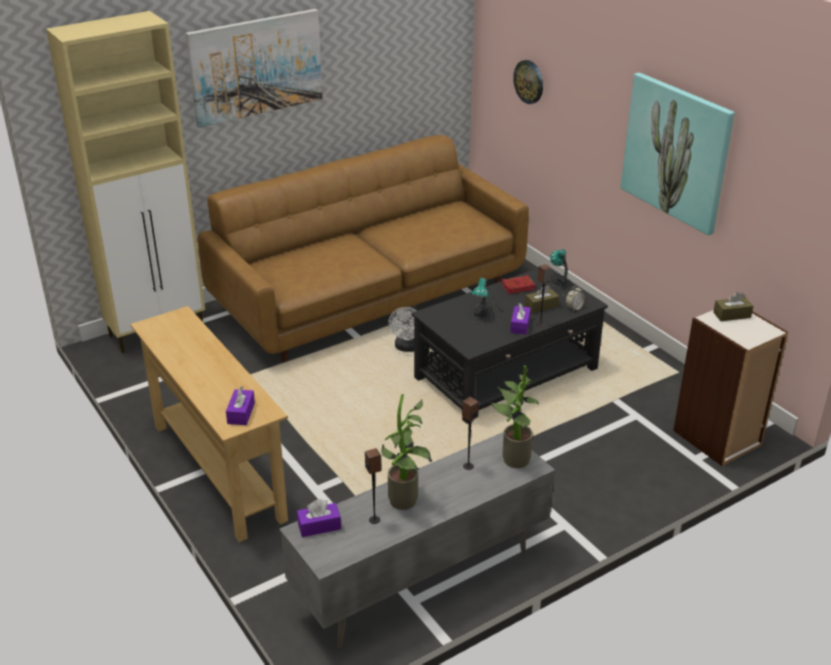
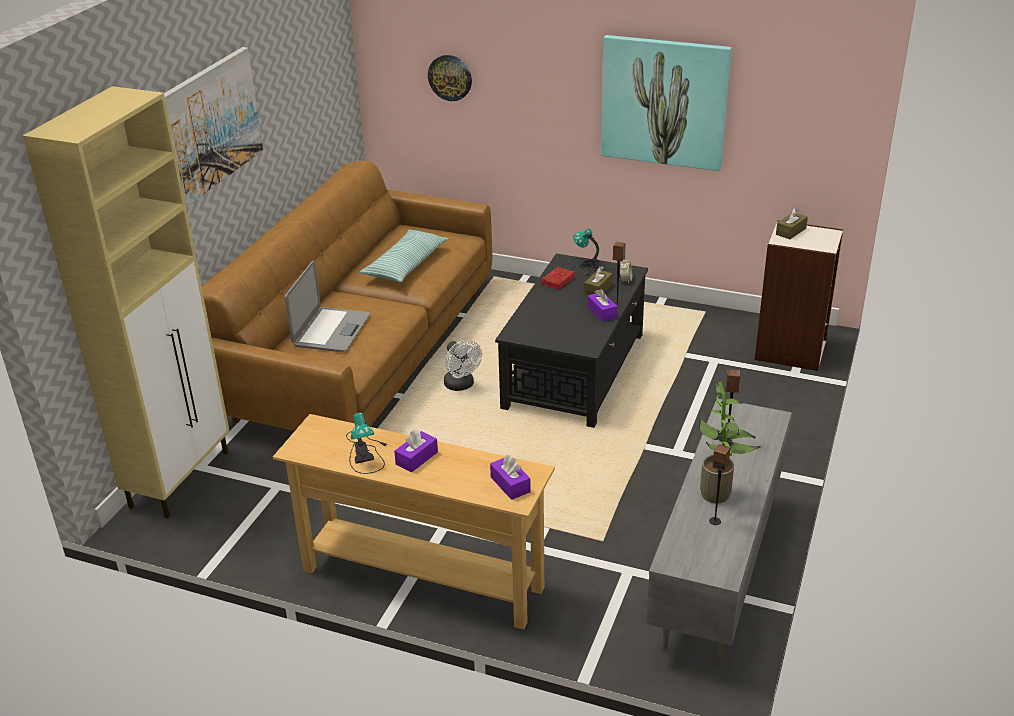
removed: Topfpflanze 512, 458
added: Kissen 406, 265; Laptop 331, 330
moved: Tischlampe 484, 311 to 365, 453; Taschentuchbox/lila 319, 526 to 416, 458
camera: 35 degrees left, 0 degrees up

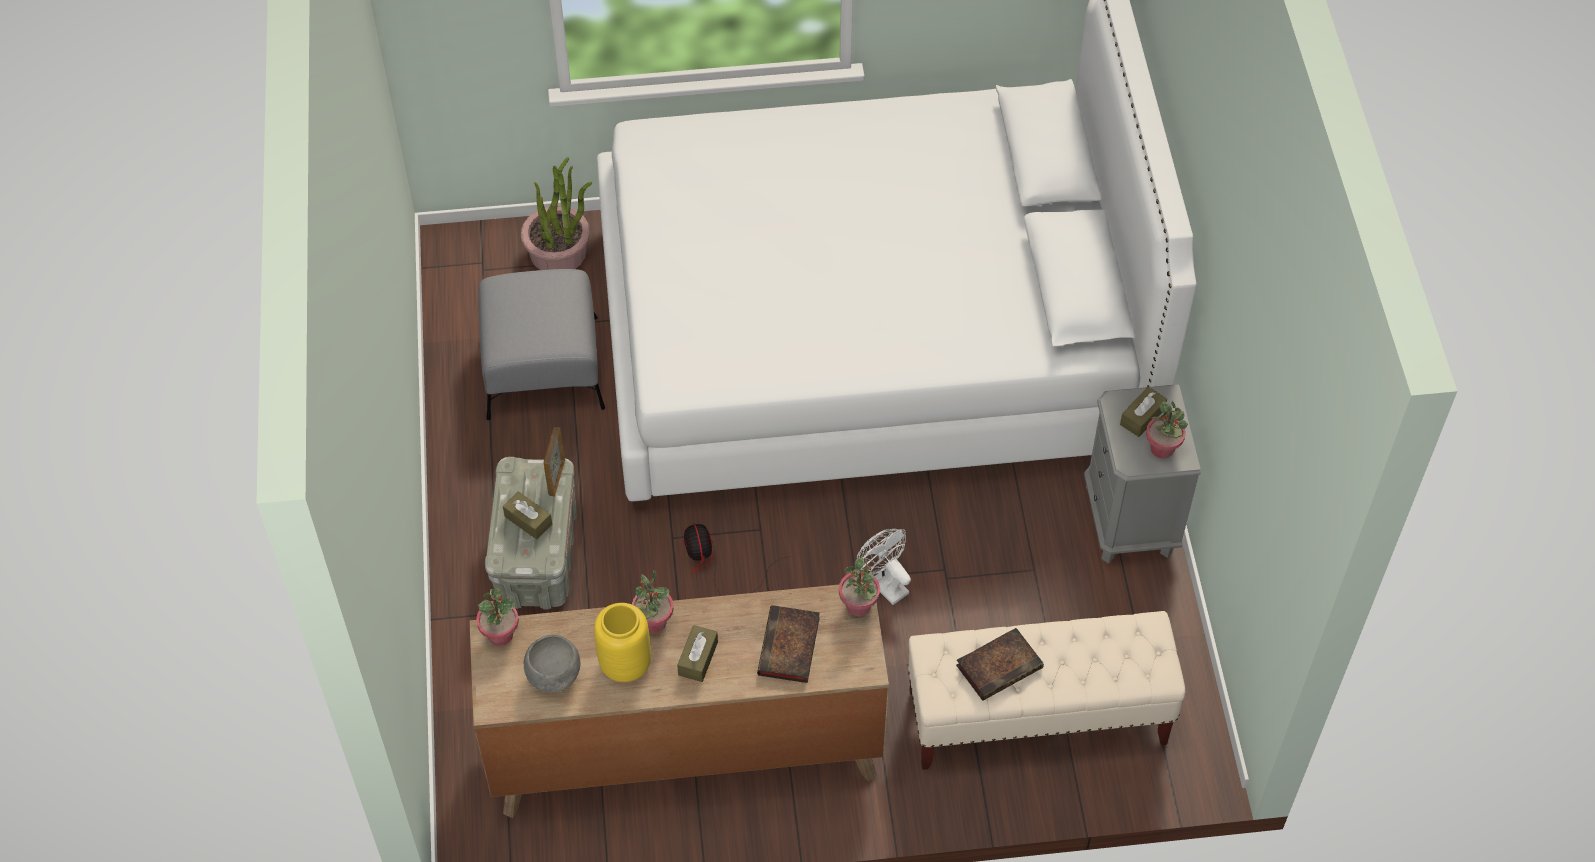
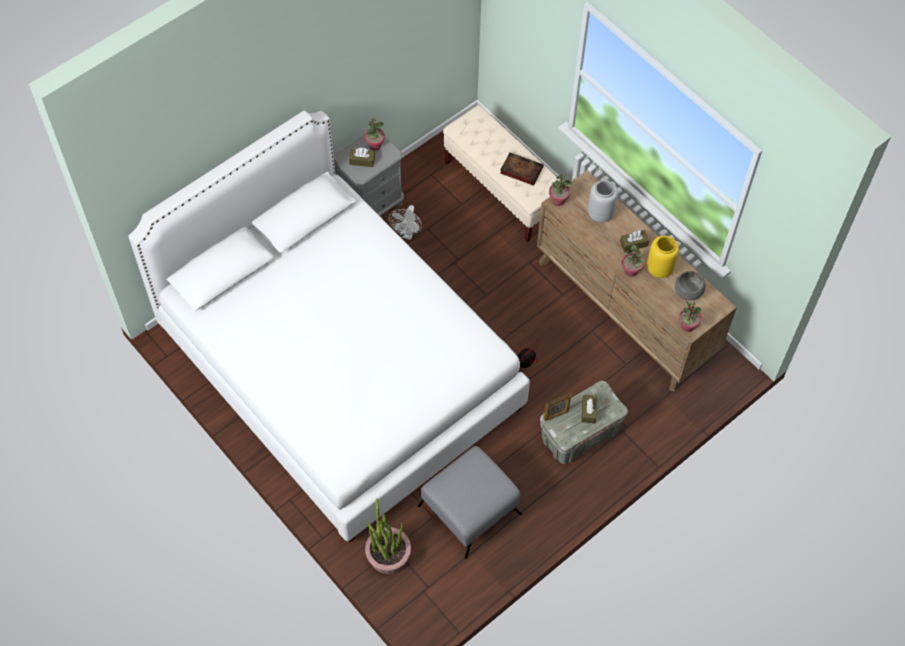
moved: Ventilator/weiß 883, 583 to 407, 233
replaced: Buch 789, 649 to Vase/grau 600, 213
camera: 125 degrees left, 5 degrees up

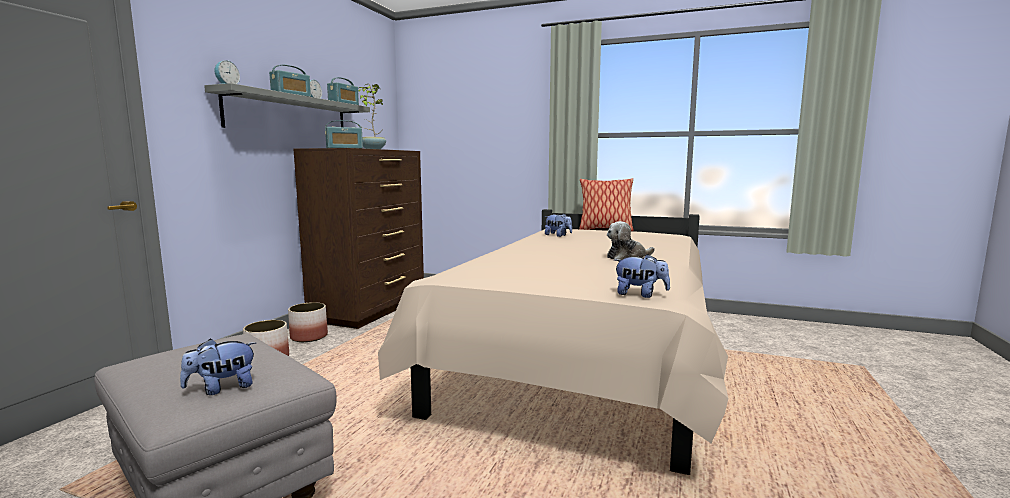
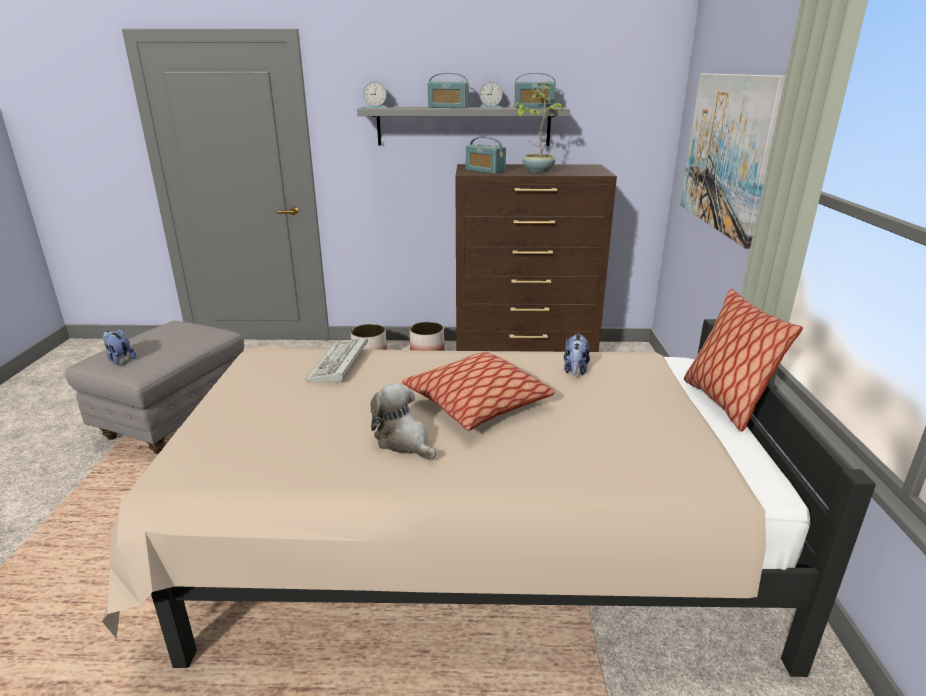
removed: Plüschtier 640, 295
added: Bild 727, 153; Tastatur 339, 364; Kissen 477, 403
camera: 70 degrees right, 15 degrees up

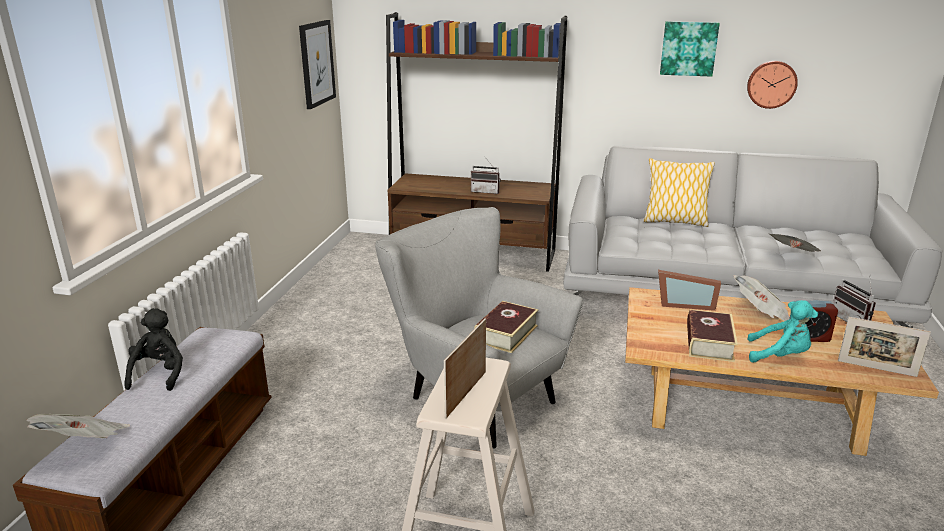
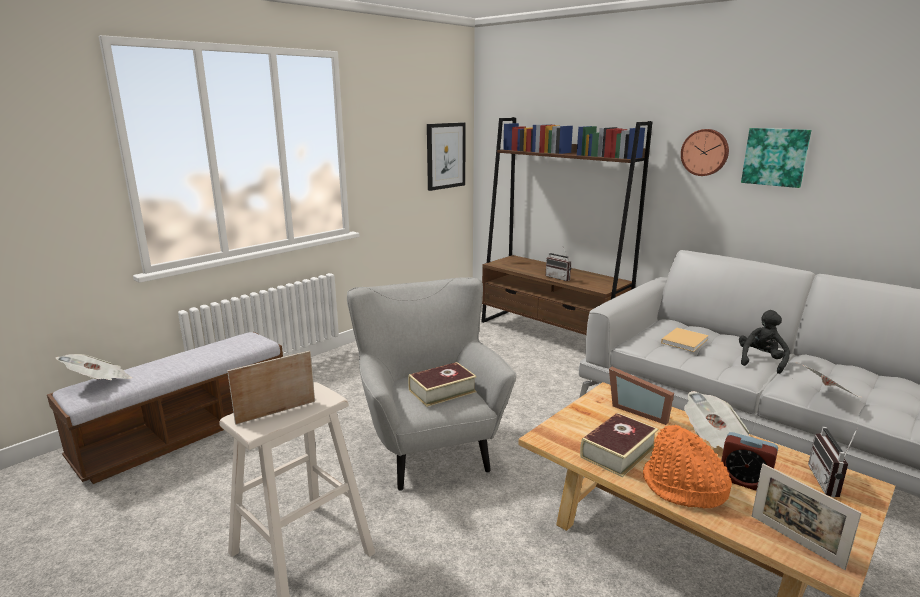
removed: Kissen 674, 222
added: Buch/beige 685, 341
moved: Wanduhr 771, 84 to 705, 152; Plüschtier/schwarz 159, 374 to 761, 361
replaced: Plüschtier/türkis 779, 356 to Hut/orange 683, 488
camera: 30 degrees right, 5 degrees down

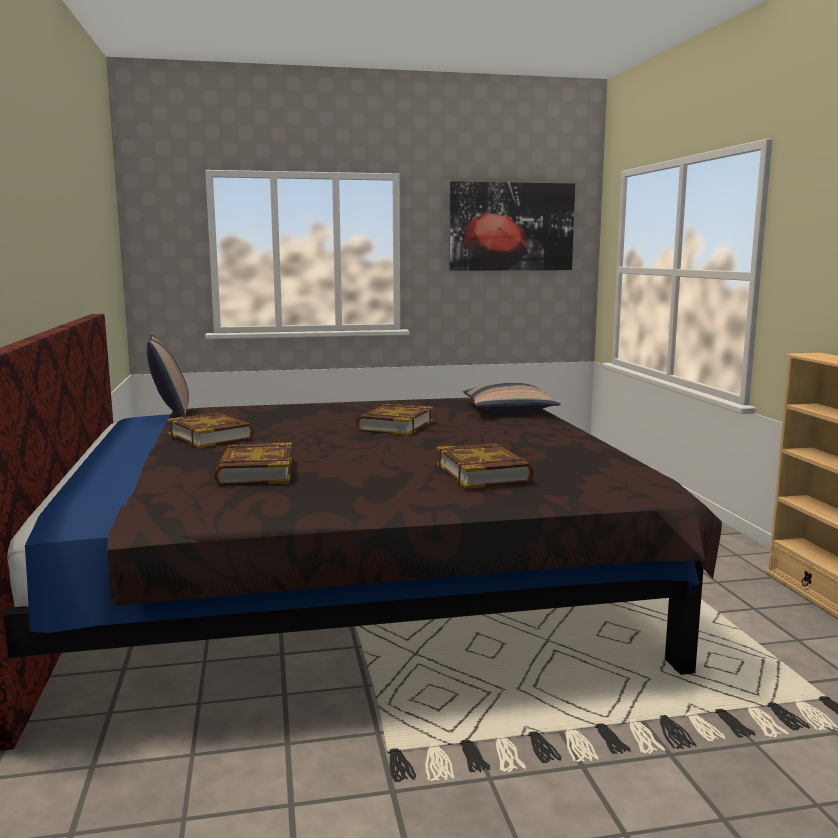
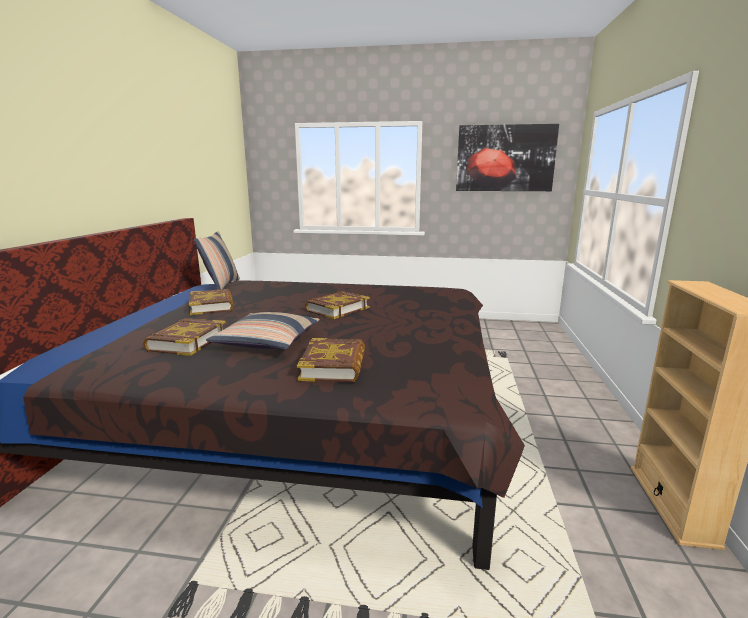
moved: Kissen 508, 410 to 267, 341
camera: 20 degrees right, 5 degrees up

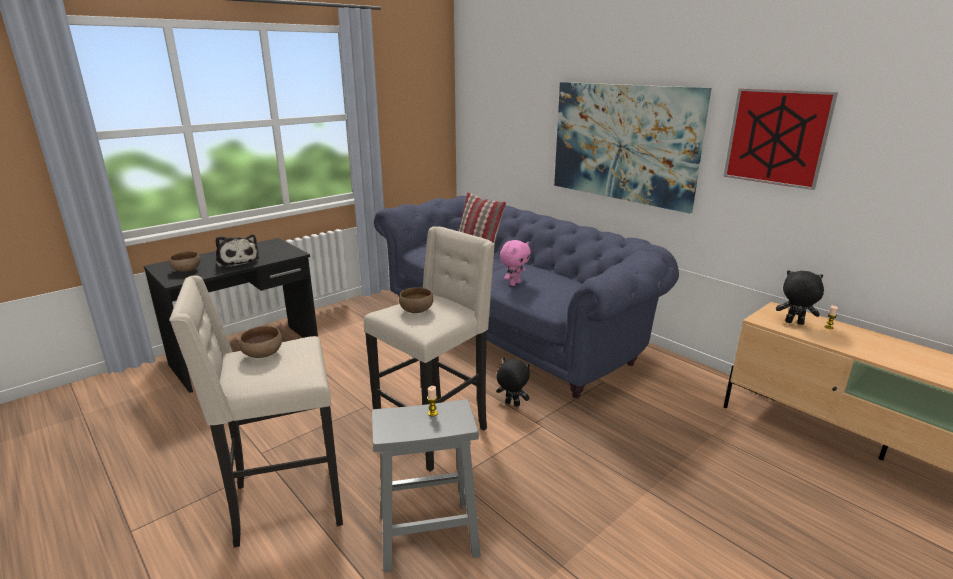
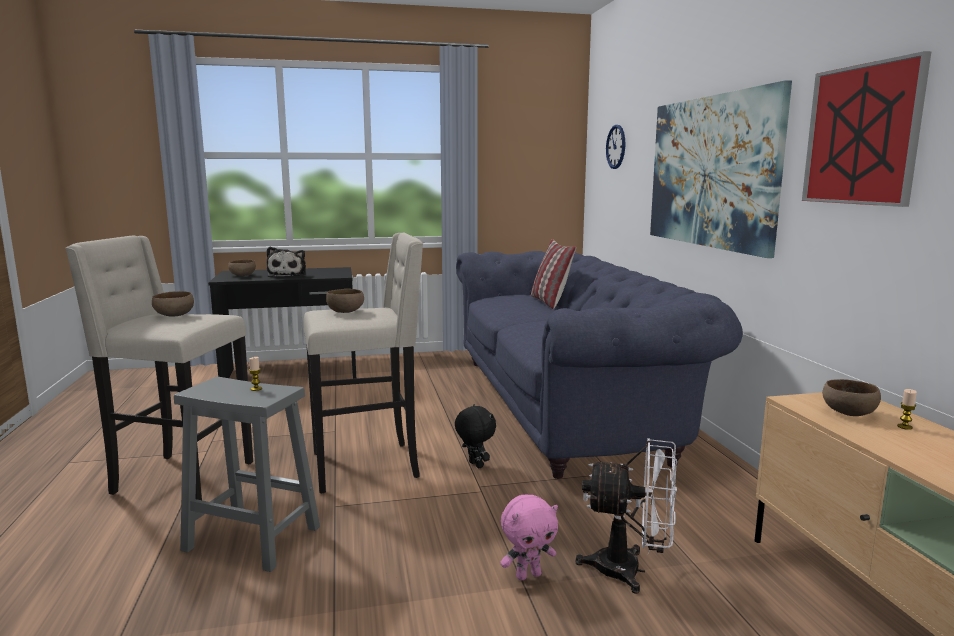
added: Wanduhr 616, 147; Ventilator/weiß 630, 570
moved: Plüschtier/rosa 514, 283 to 528, 575
replaced: Plüschtier/schwarz 794, 323 to Schüssel/braun 847, 413
camera: 30 degrees right, 10 degrees down

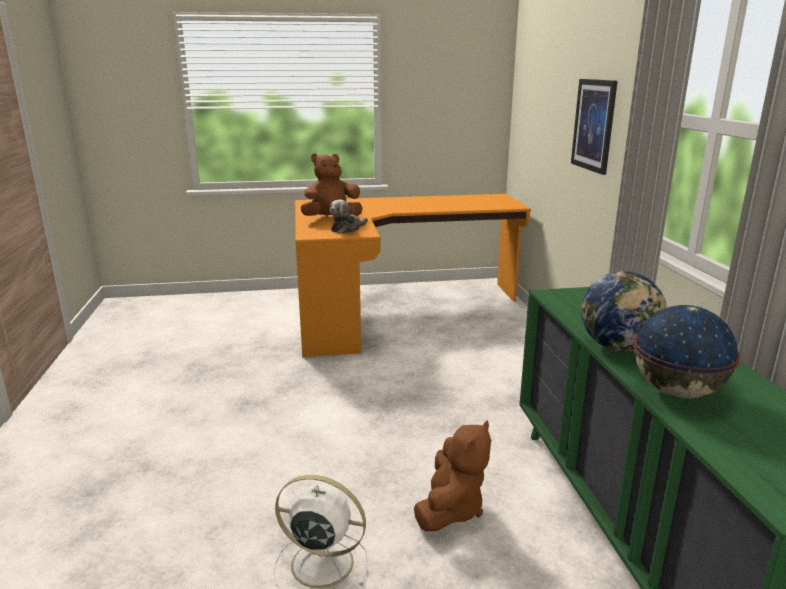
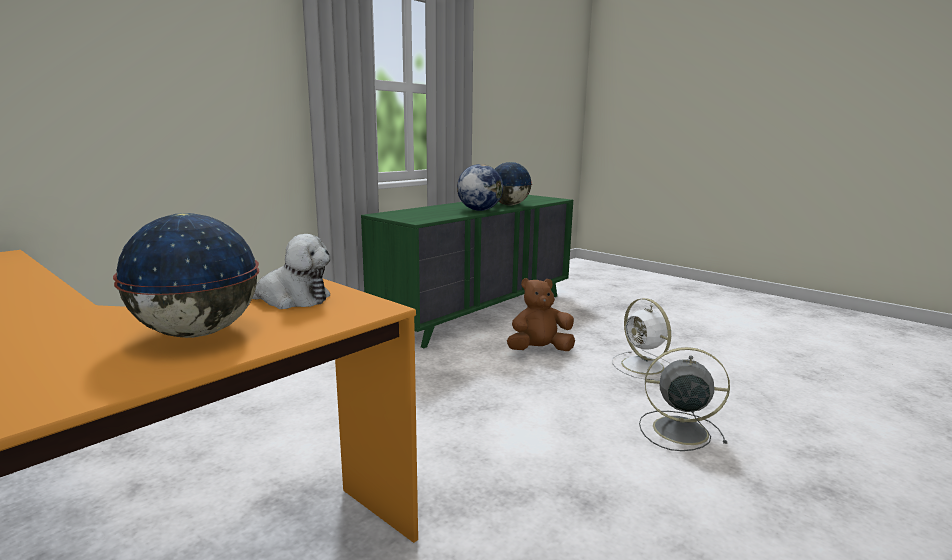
removed: Bild 594, 125
added: Ventilator/grau 677, 430
replaced: Plüschtier/braun 331, 218 to Globus 197, 333
camera: 130 degrees left, 5 degrees down

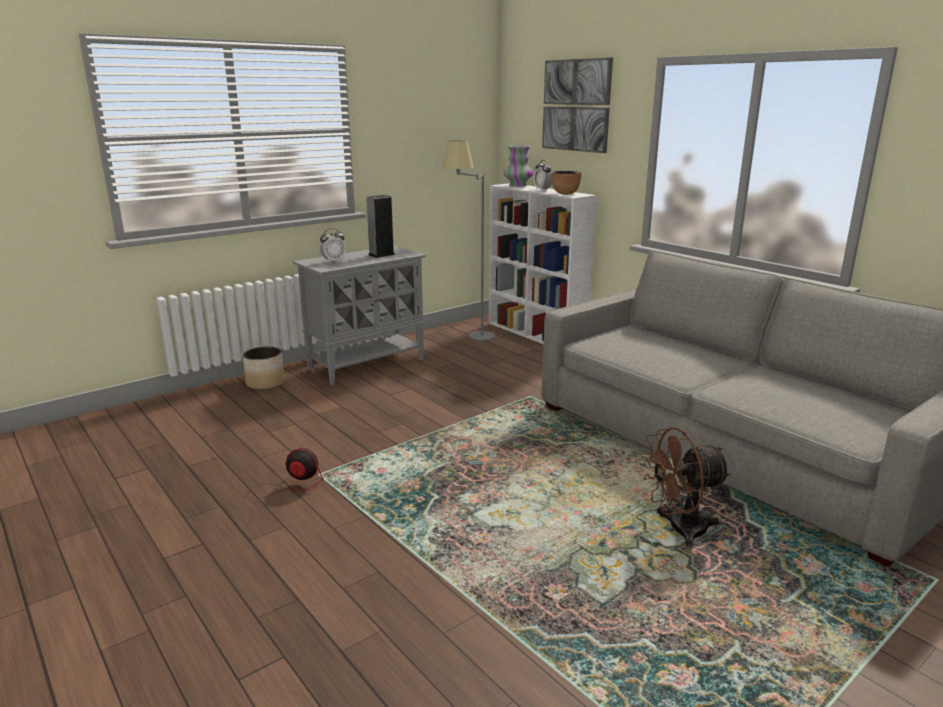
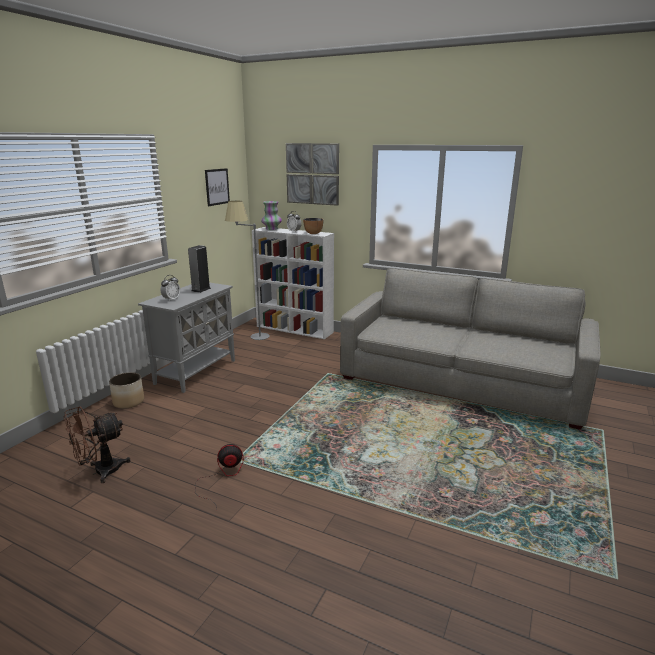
added: Bild 217, 187
moved: Ventilator/braun 678, 530 to 100, 472
camera: 25 degrees left, 0 degrees up

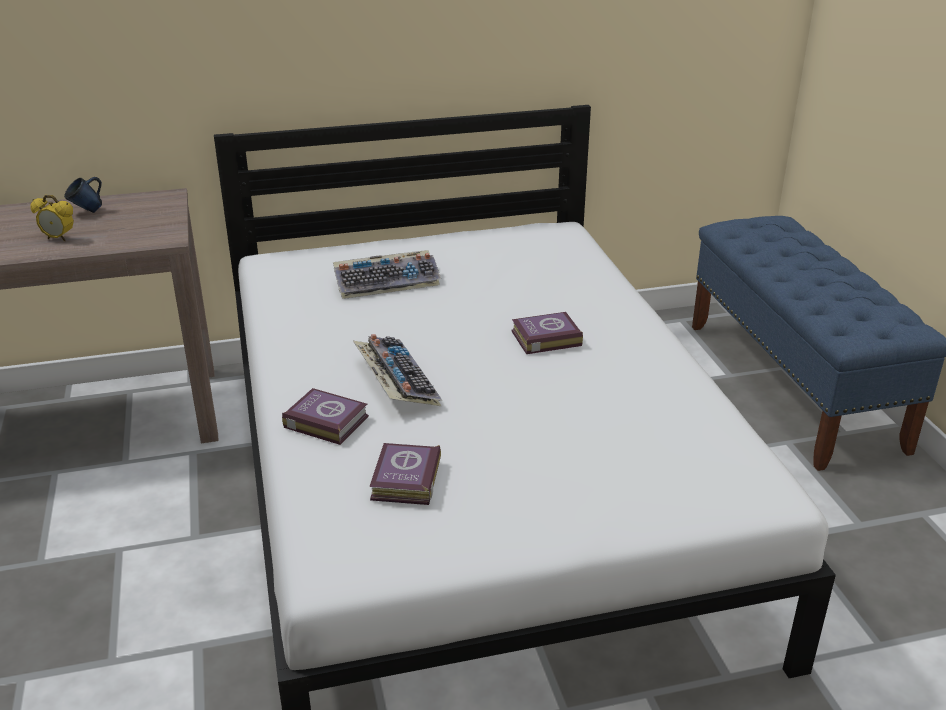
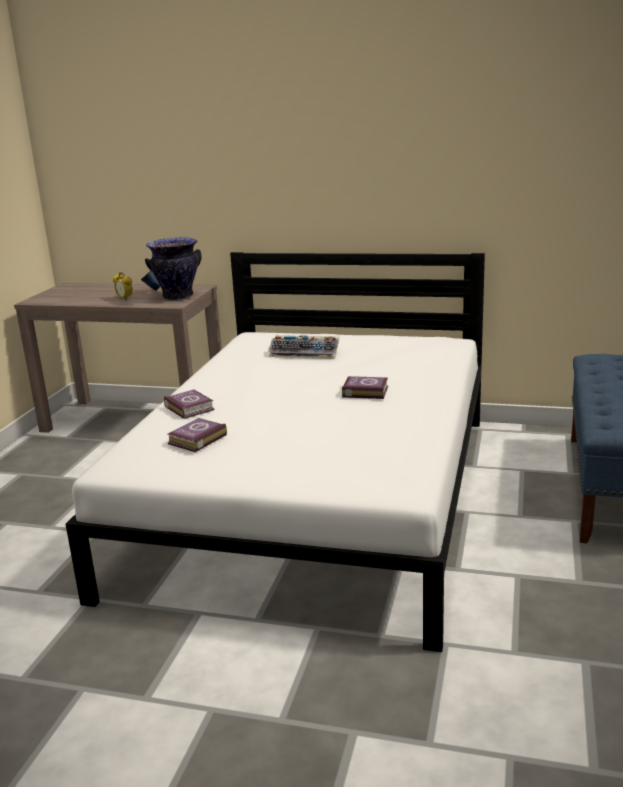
removed: Tastatur 395, 381
added: Vase 177, 297
camera: 30 degrees right, 10 degrees down

